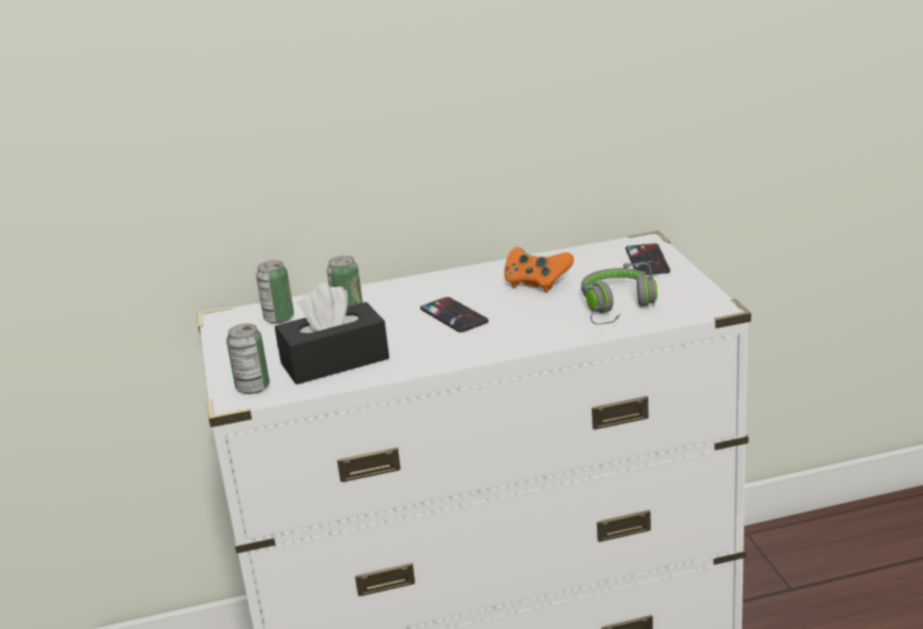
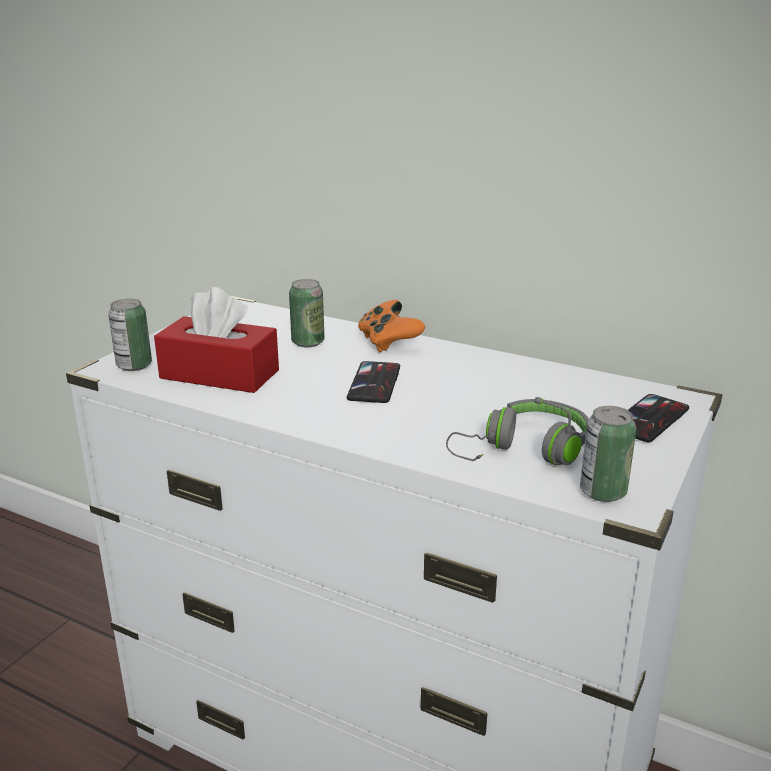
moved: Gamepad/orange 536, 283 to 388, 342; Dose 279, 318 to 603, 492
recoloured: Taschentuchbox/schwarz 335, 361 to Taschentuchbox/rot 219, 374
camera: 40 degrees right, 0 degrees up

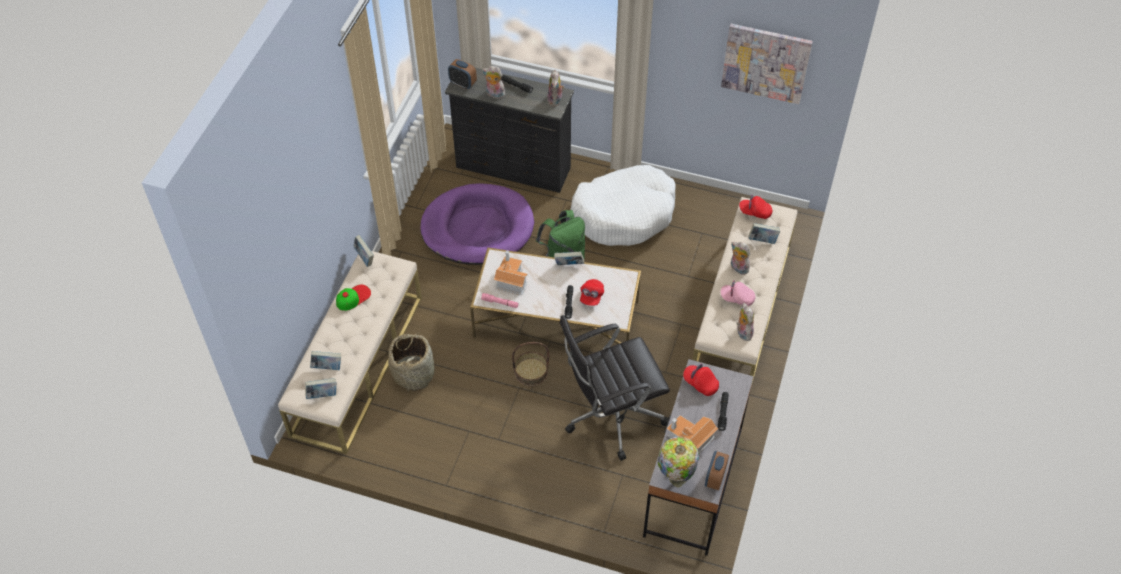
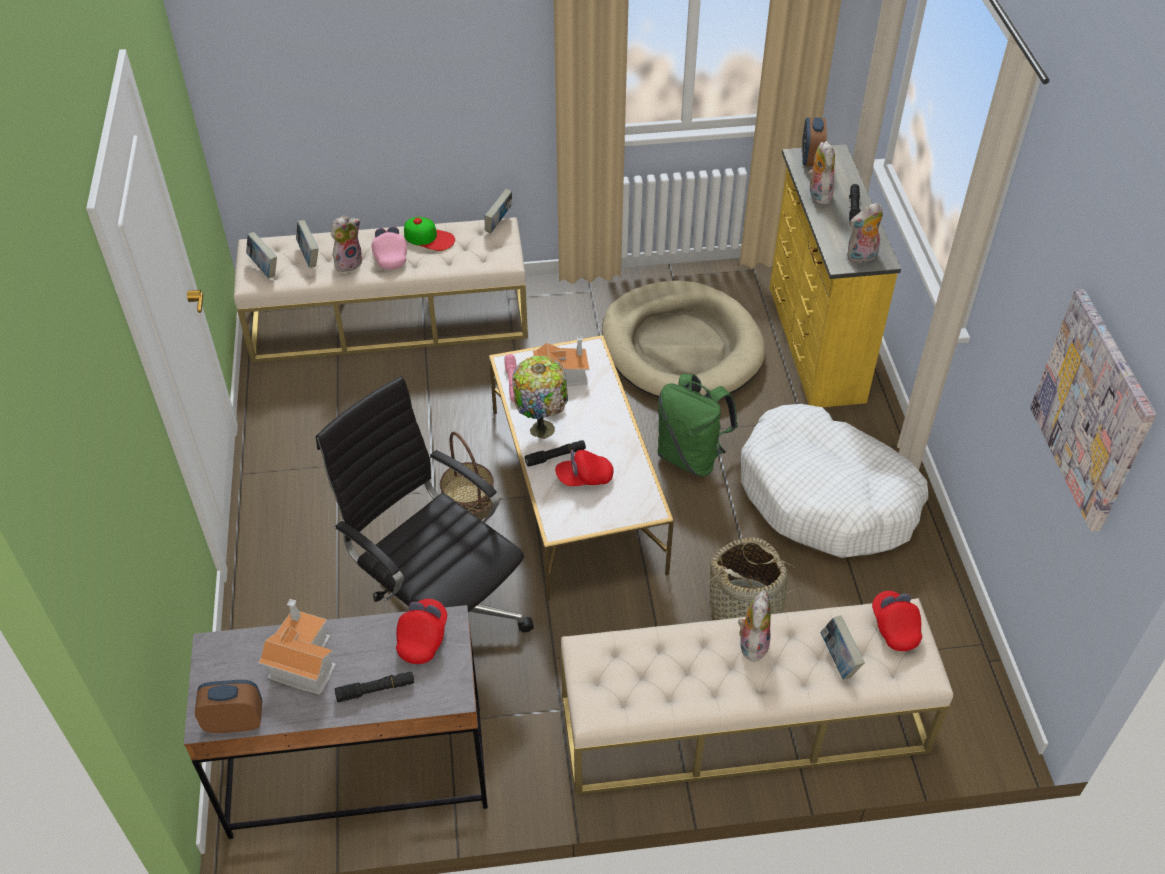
removed: Buch 569, 265
moved: Kappe/rosa 737, 298 to 390, 256; Plüschtier 742, 332 to 348, 262; Korb 413, 373 to 745, 609; Tischlampe 675, 478 to 542, 427
recoloured: Kommode/schwarz 513, 169 to Kommode/gelb 813, 344; Hundebett/lila 477, 228 to Hundebett/beige 681, 347
camera: 65 degrees right, 5 degrees down

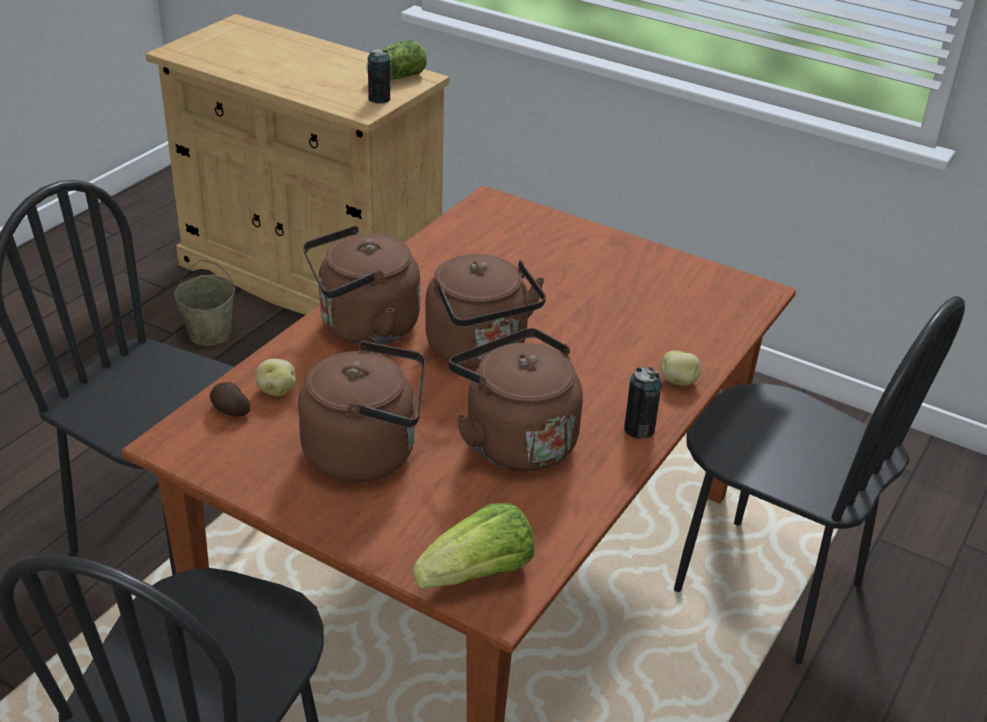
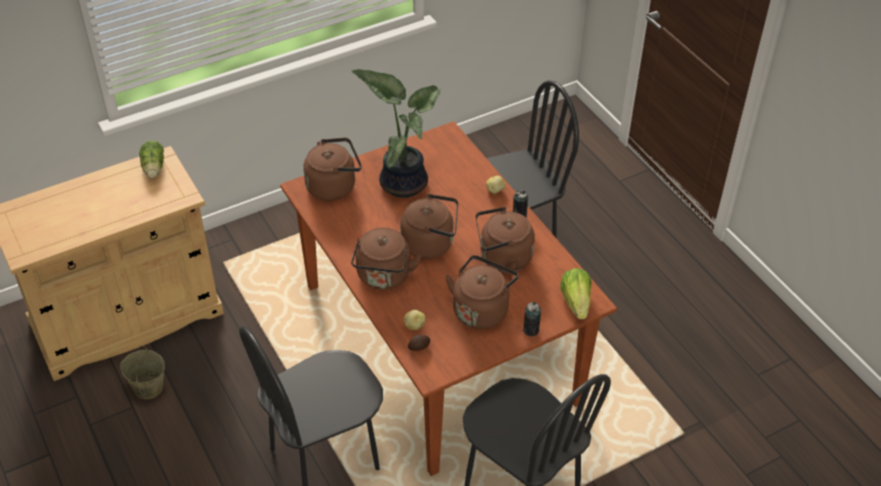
added: Topfpflanze 403, 181; Wasserkessel/braun 334, 186
moved: Dose 379, 99 to 531, 330
camera: 60 degrees left, 10 degrees up

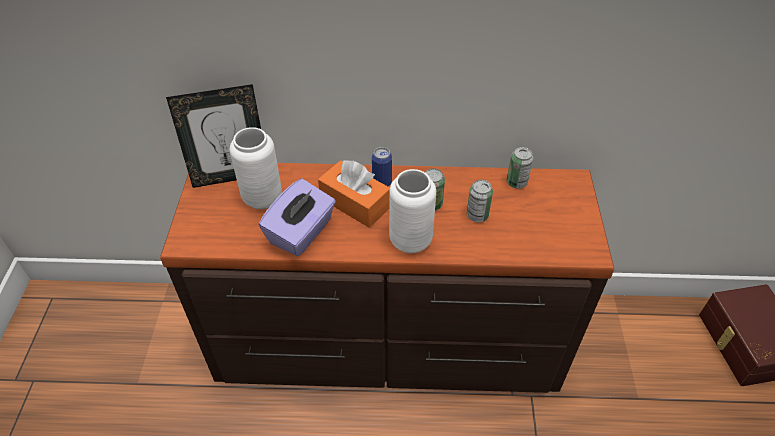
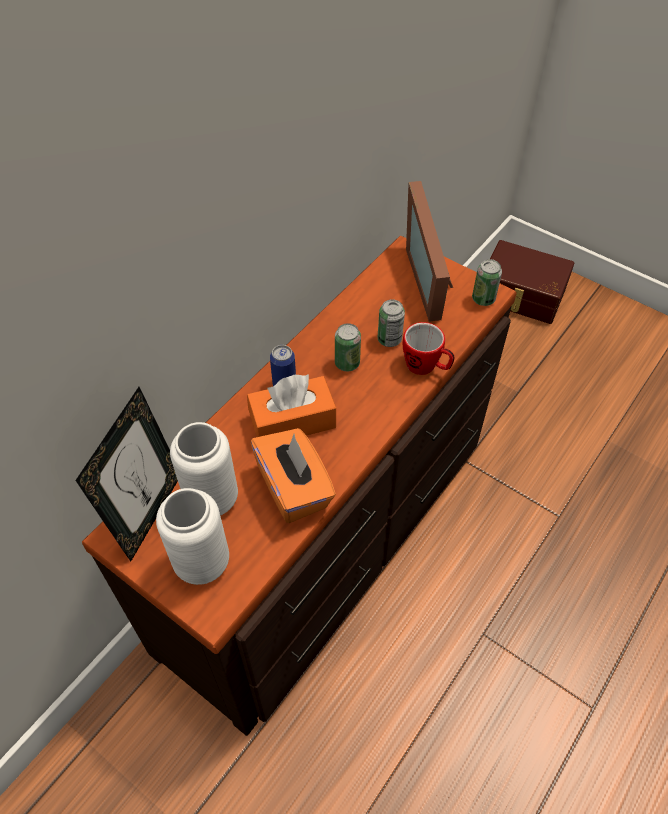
added: Bilderrahmen 432, 278; Henkelbecher 426, 367
moved: Dose 516, 182 to 483, 299; Vase/weiß 410, 241 to 202, 563
recoloured: Taschentuchbox/lila 301, 233 to Taschentuchbox/orange 294, 488
camera: 55 degrees left, 5 degrees up

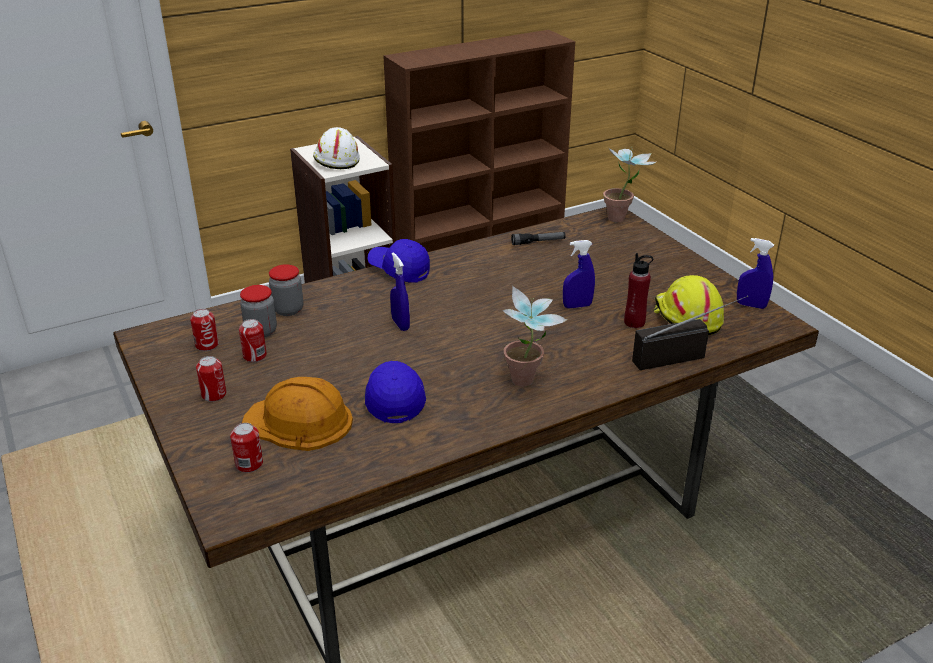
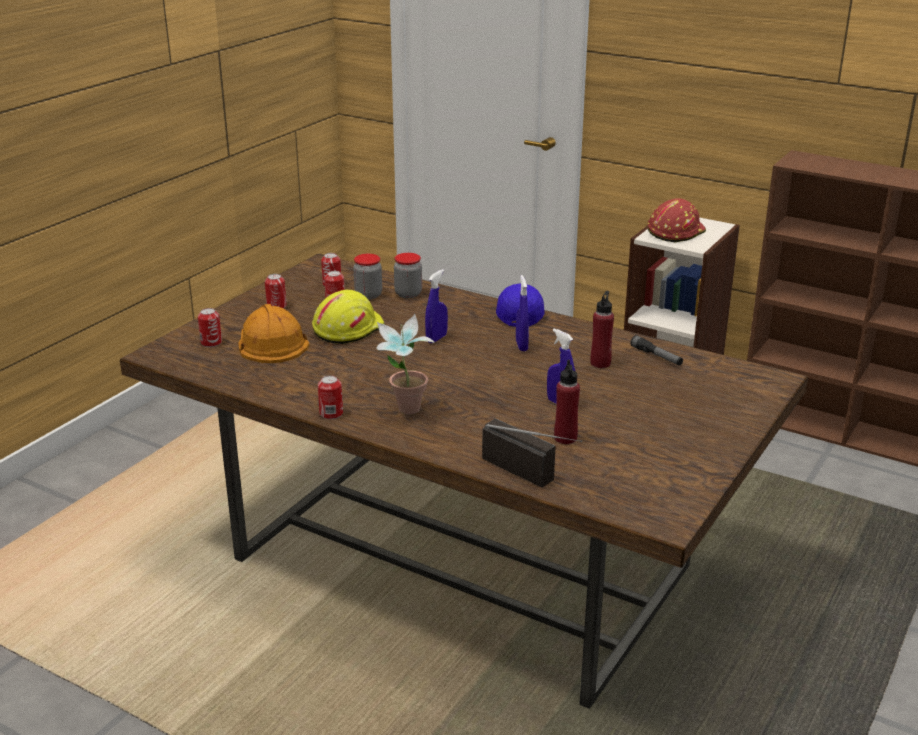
removed: Topfpflanze 622, 219; Kappe/blau 394, 399
added: Flasche/rot 600, 363; Dose 331, 413
moved: Sprühflasche/blau 751, 305 to 521, 346; Schutzhelm/gelb 686, 317 to 347, 329
recoloured: Schutzhelm/weiß 336, 160 to Schutzhelm/rot 675, 232
camera: 60 degrees right, 5 degrees down

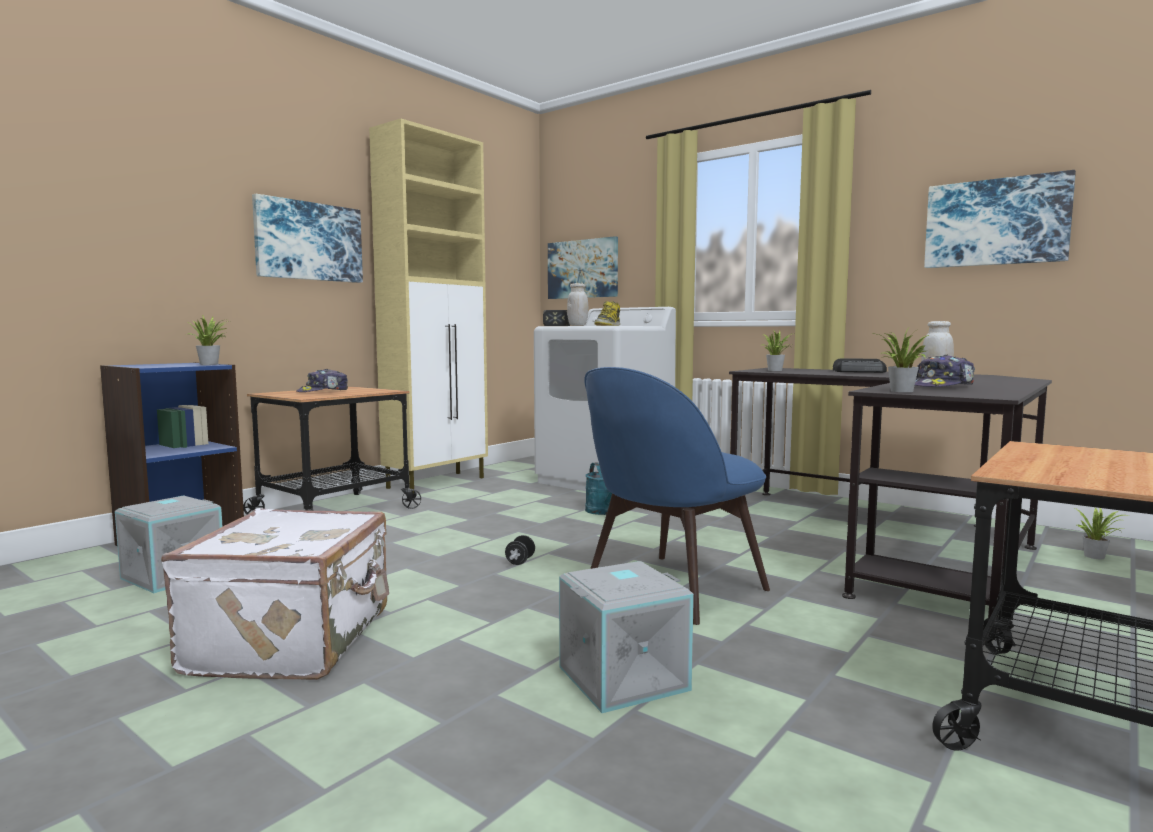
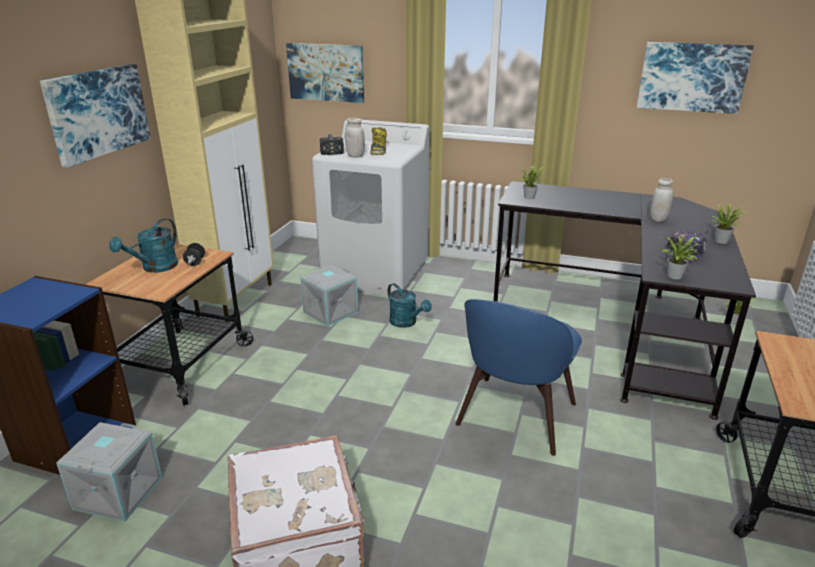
removed: Radio 860, 372
moved: Topfpflanze 211, 364 to 721, 240; Hantel/schwarz 520, 561 to 195, 262; Aufbewahrungsbox/grau 622, 677 to 330, 311
replaced: Kappe 323, 391 to Gießkanne/türkis 155, 268
camera: 20 degrees left, 20 degrees up

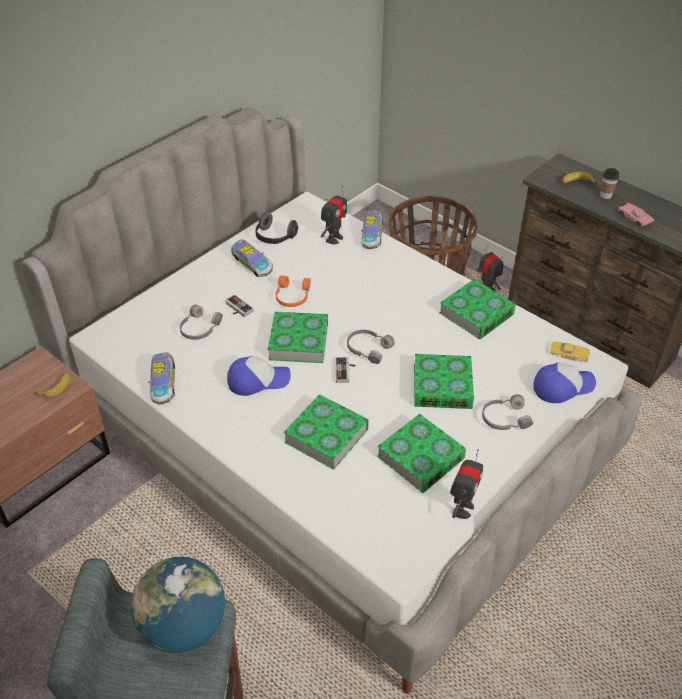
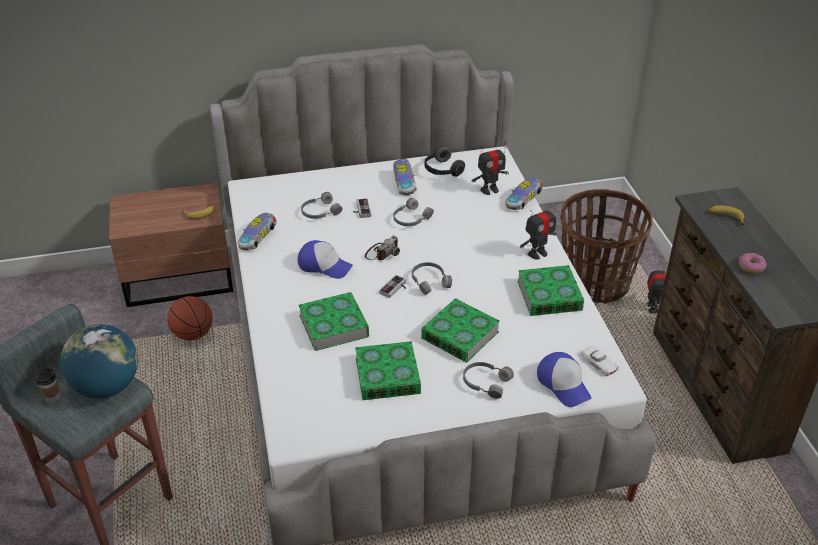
added: Basketball 193, 334
moved: Tasse 605, 195 to 52, 398; Spielzeugroboter 462, 508 to 537, 253
replaced: Spielzeugauto/rosa 635, 217 to Donut 751, 267; Buch 298, 341 to Kamera 382, 252
recoloured: Kopfhörer/orange 292, 296 to Kopfhörer/grau 410, 218; Spielzeugauto/gelb 569, 354 to Spielzeugauto/weiß 599, 363
turned: Kappe 562, 386 = 563, 384 45 degrees clockwise
camera: 35 degrees right, 5 degrees down

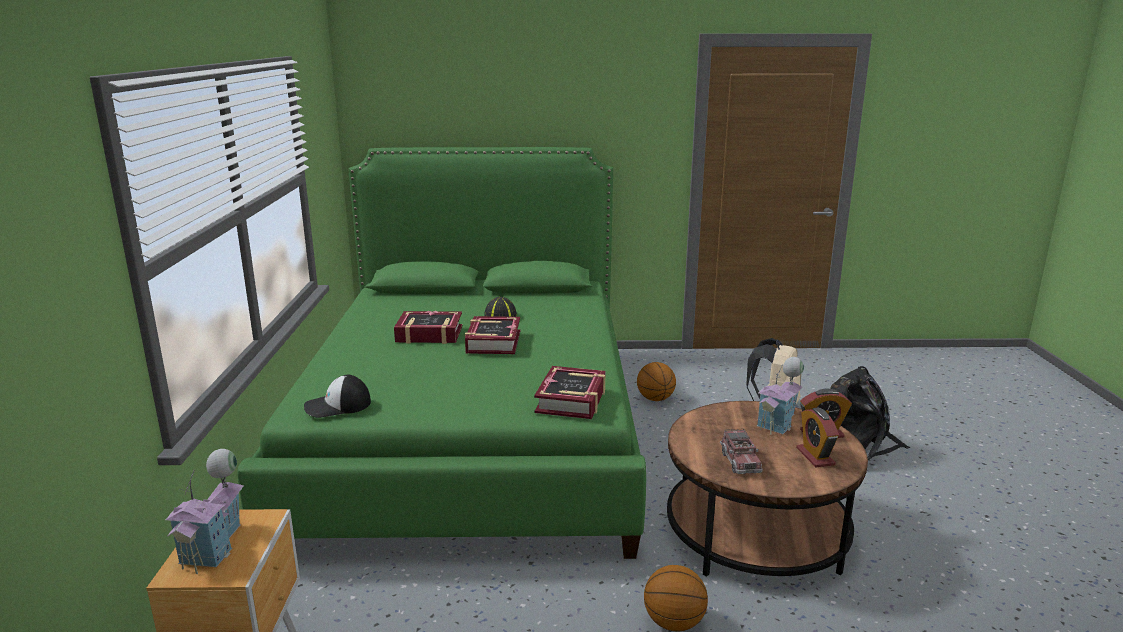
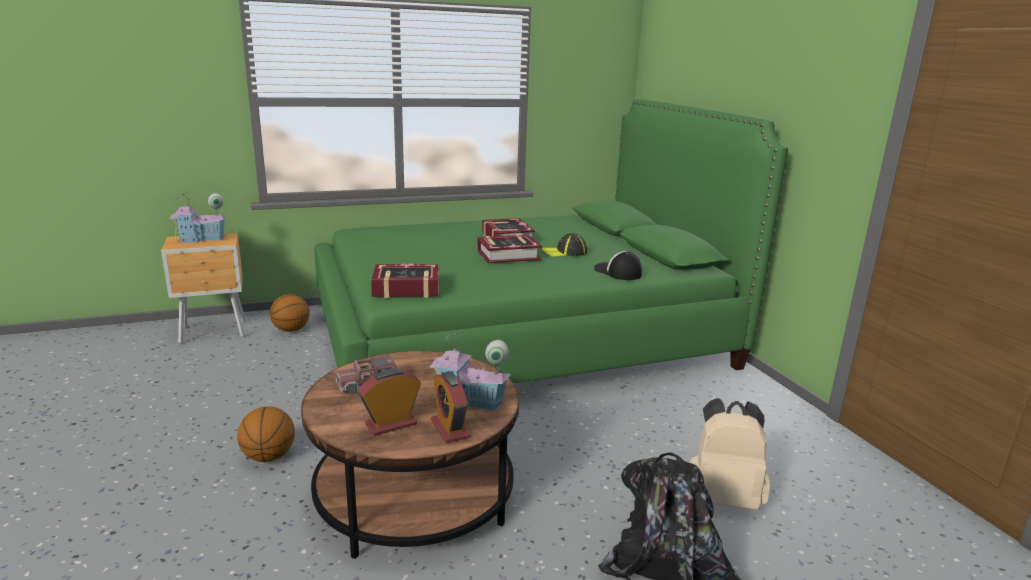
moved: Basketball 655, 399 to 291, 330; Kappe 337, 406 to 617, 272
camera: 70 degrees right, 0 degrees up

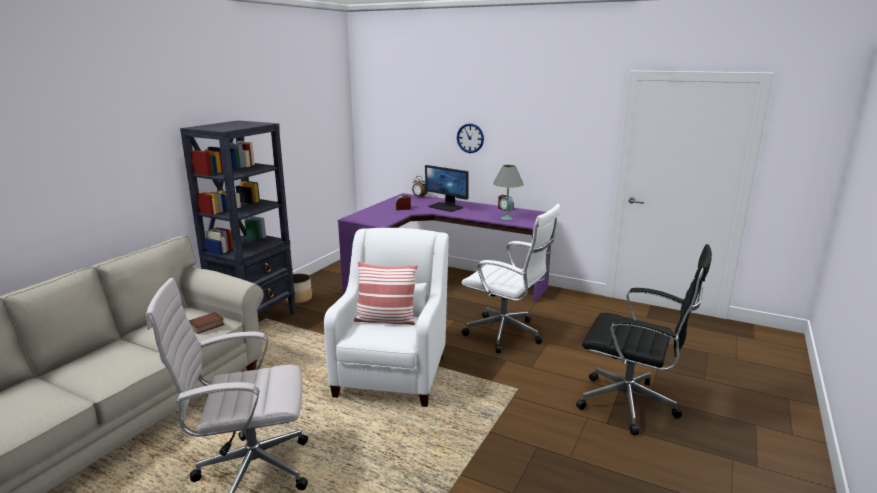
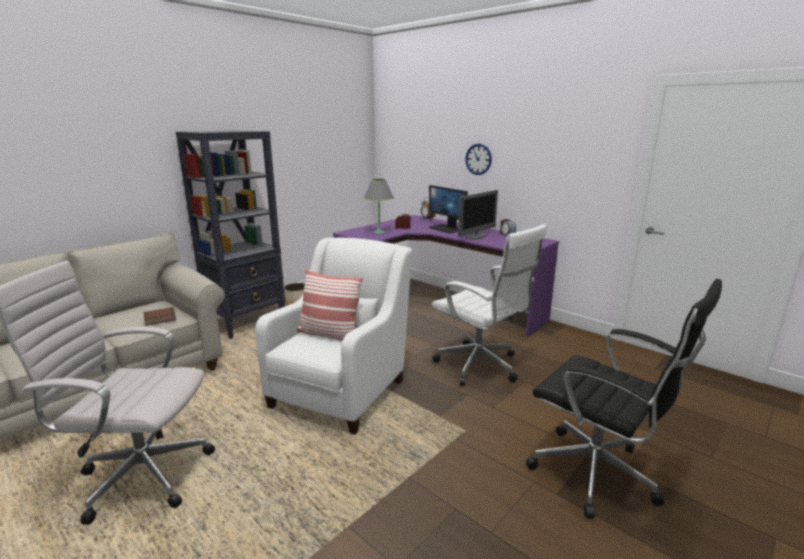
added: Monitor 476, 236
moved: Tischlampe/grau 507, 218 to 379, 232
camera: 15 degrees right, 0 degrees up

